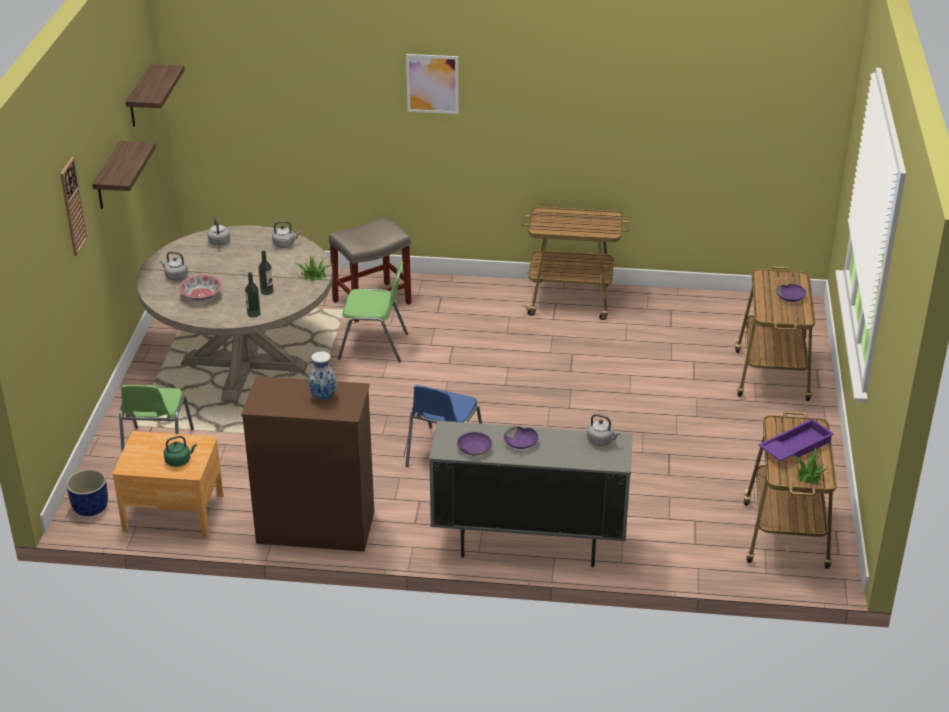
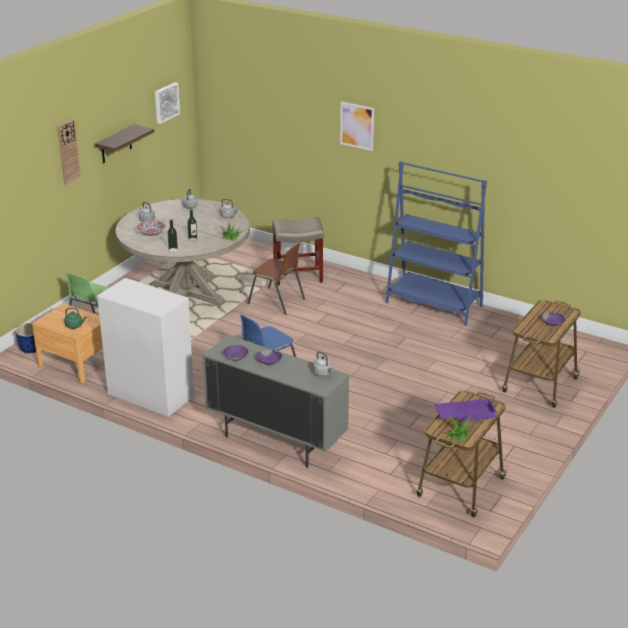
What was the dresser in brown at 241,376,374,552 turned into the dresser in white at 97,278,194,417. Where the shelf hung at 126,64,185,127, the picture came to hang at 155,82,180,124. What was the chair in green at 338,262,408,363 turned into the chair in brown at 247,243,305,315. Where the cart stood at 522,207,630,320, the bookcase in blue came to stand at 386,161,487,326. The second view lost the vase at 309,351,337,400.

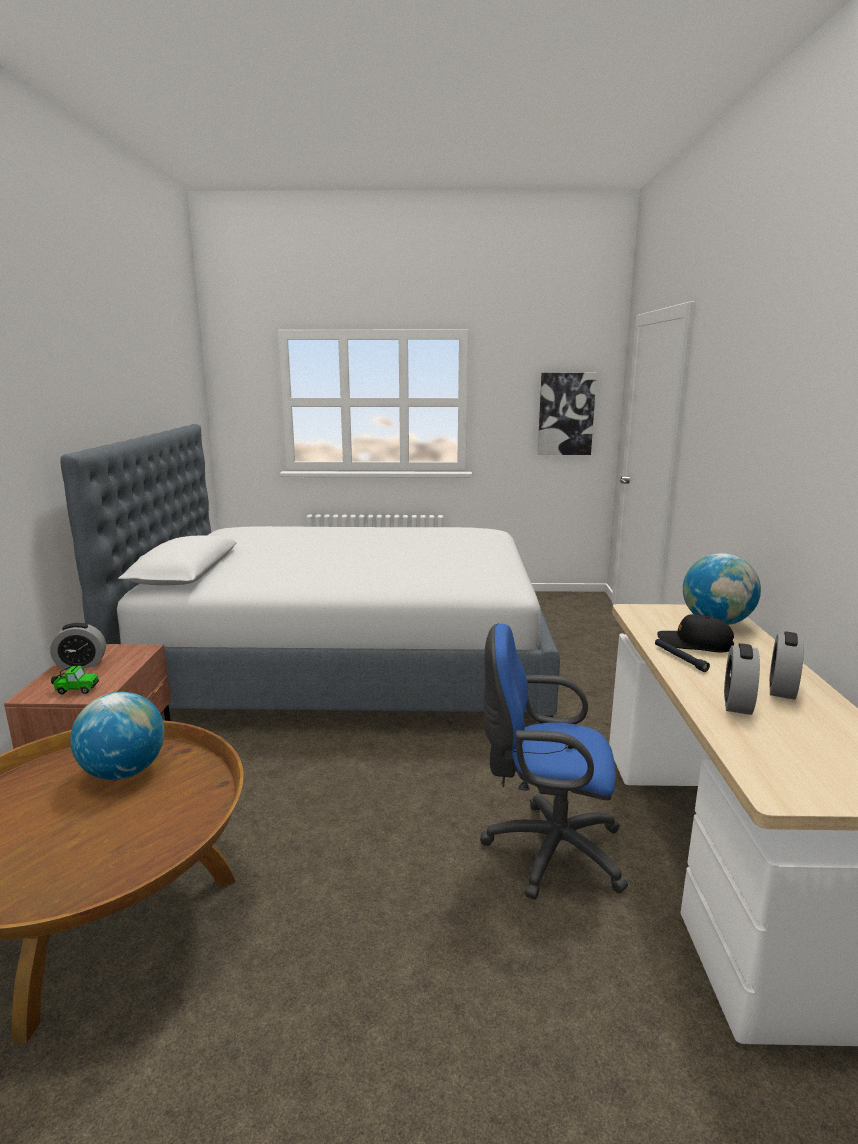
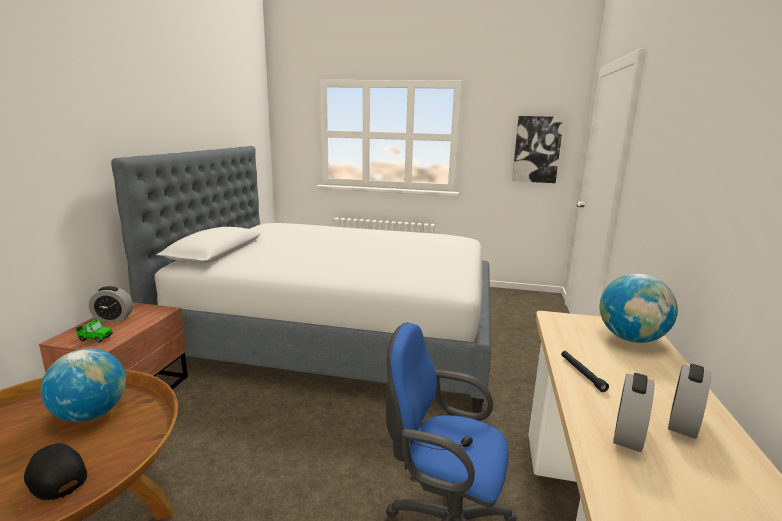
The cap in black ended up elsewhere, having gone from 657,614,734,652 to 24,443,87,500.

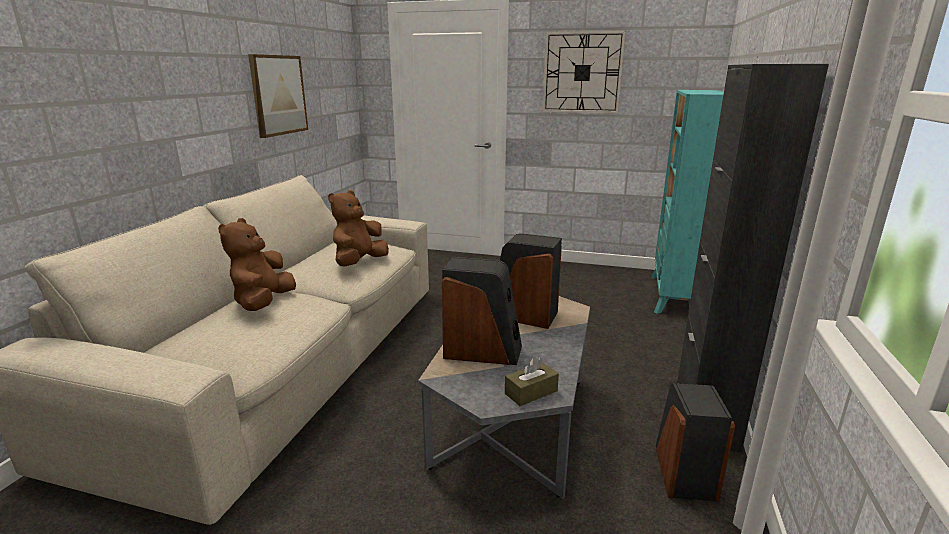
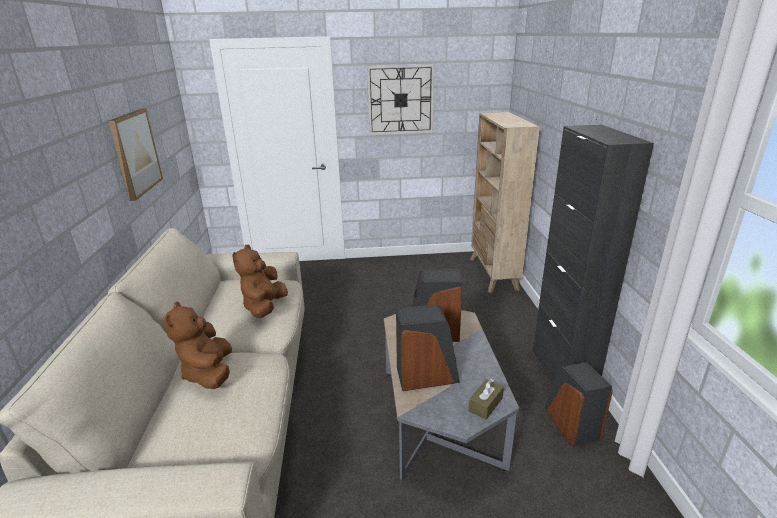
What was the bookcase in turquoise at 651,90,724,314 turned into the bookcase in beige at 470,112,540,293.

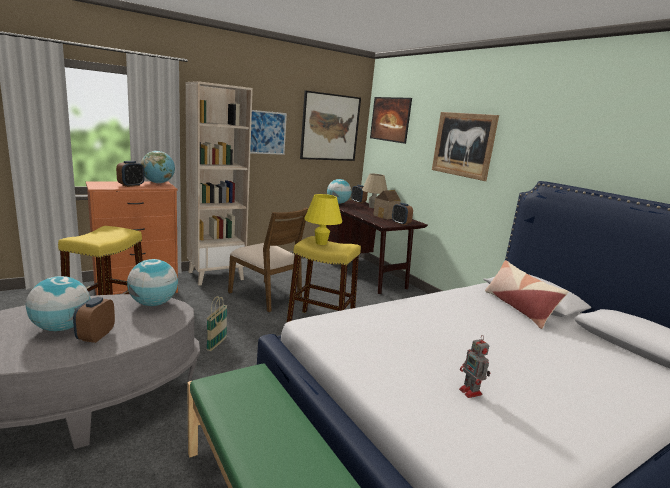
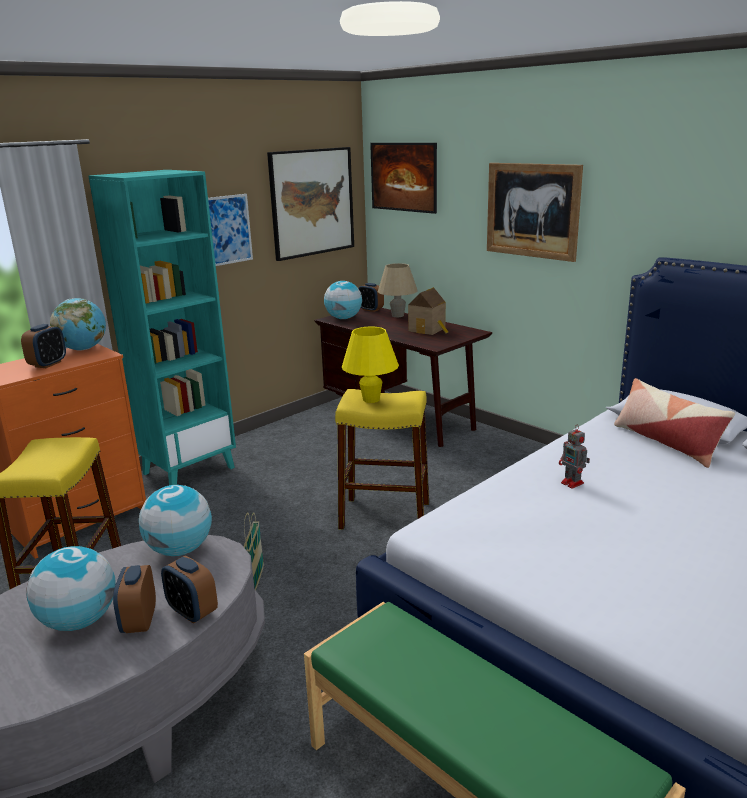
What was the bookcase in beige at 185,81,253,286 turned into the bookcase in turquoise at 89,170,236,485. The alarm clock ended up elsewhere, having gone from 392,203,413,225 to 161,556,218,624. The toy robot ended up elsewhere, having gone from 459,335,490,398 to 559,426,590,489. The second view lost the chair in brown at 228,208,308,312.

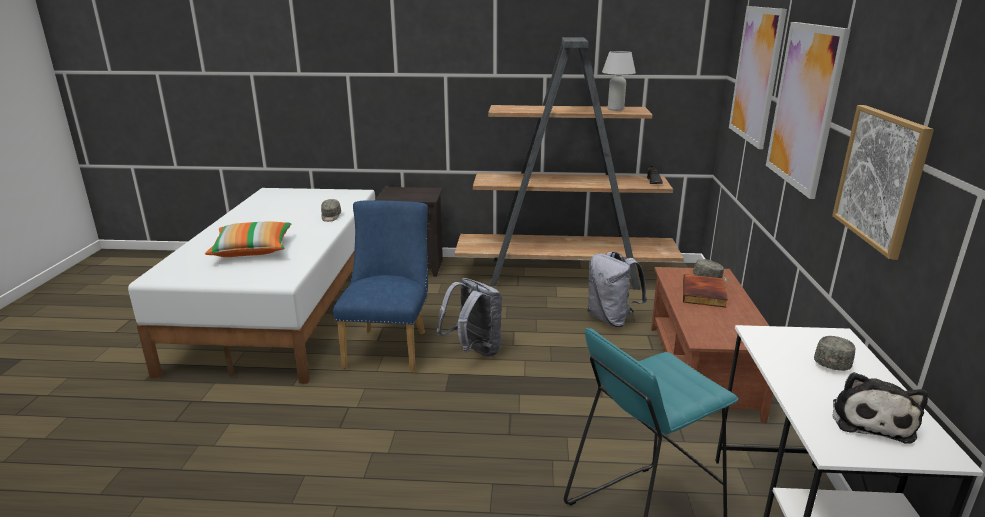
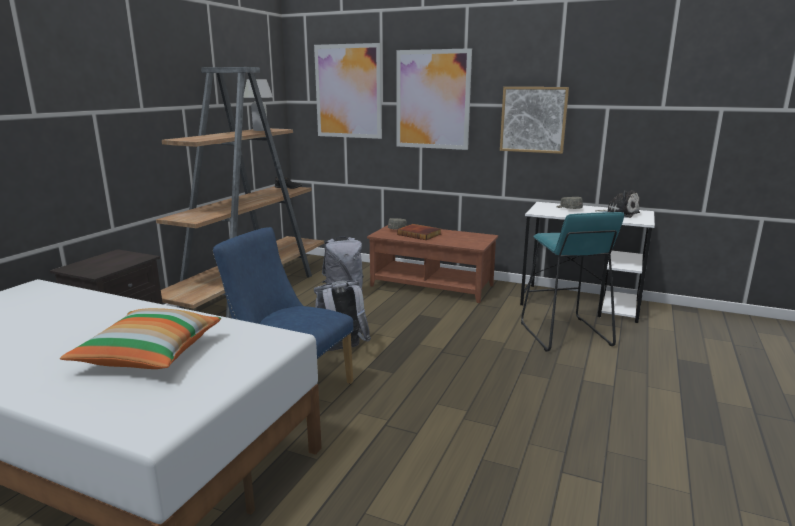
The second view lost the cap in grey at 321,199,341,222.

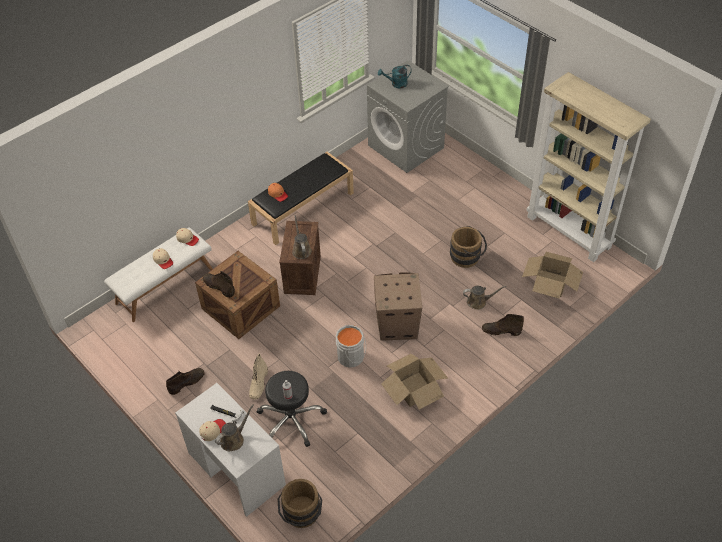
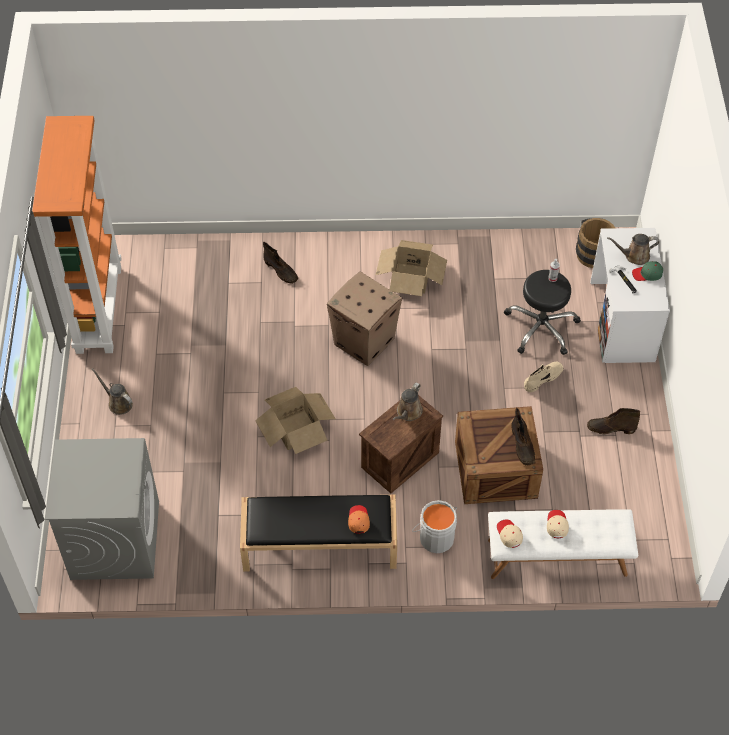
What was the bookcase in beige at 526,72,651,262 turned into the bookcase in orange at 32,116,122,354. The watering can in brown ended up elsewhere, having gone from 463,286,506,310 to 92,368,133,415. The cardboard box ended up elsewhere, having gone from 522,252,583,298 to 255,387,336,454. The bucket in grey ended up elsewhere, having gone from 336,325,366,368 to 412,500,457,553. What was the cap in beige at 199,419,226,441 turned into the cap in green at 632,261,663,281. The second view lost the watering can in turquoise at 378,65,412,88. The second view lost the bucket in brown at 450,226,487,268.

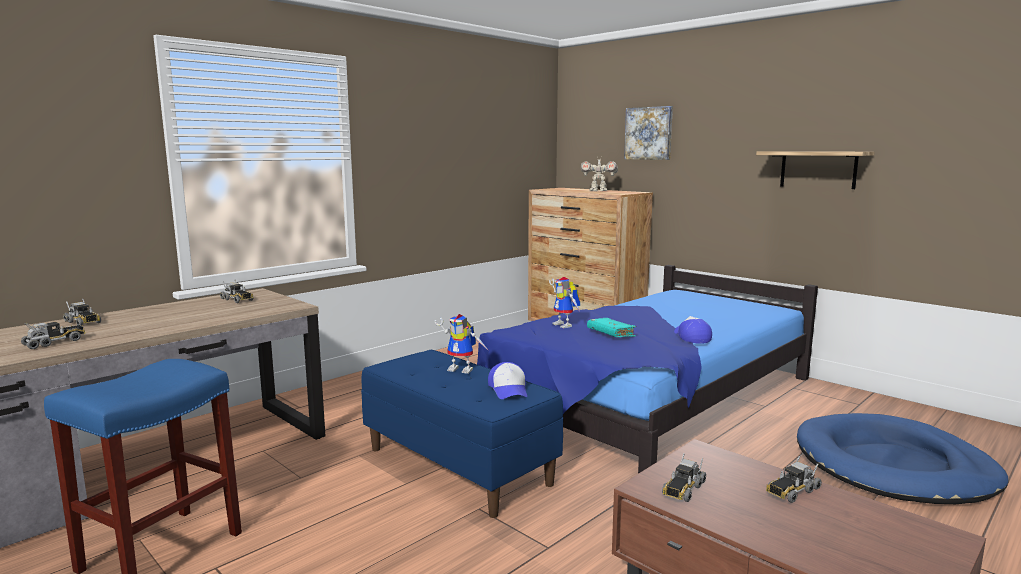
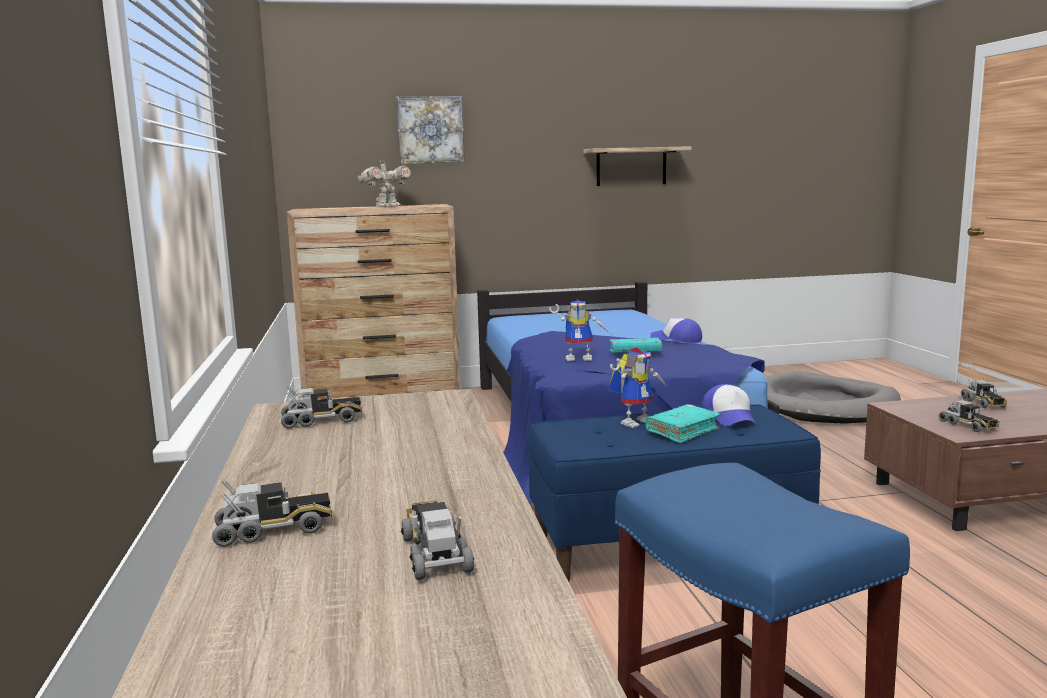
The second view gained the book in turquoise at 645,404,721,443. The cap at 488,362,527,399 ended up facing another way, 60 degrees clockwise from before. What was the dog bed in blue at 797,413,1008,504 turned into the dog bed in grey at 766,371,901,424.

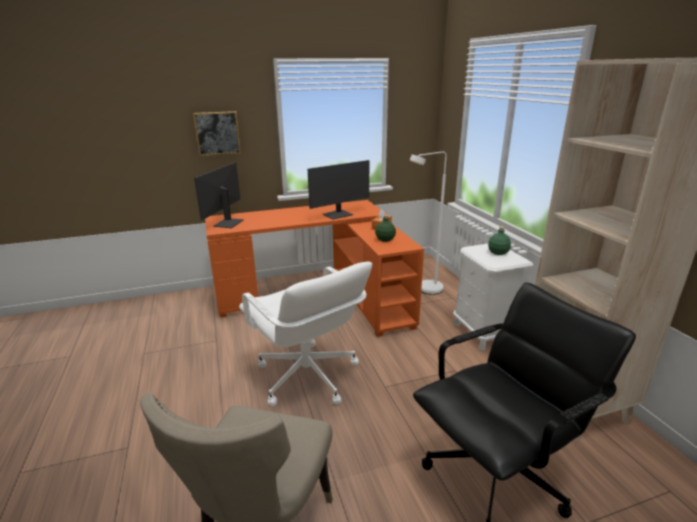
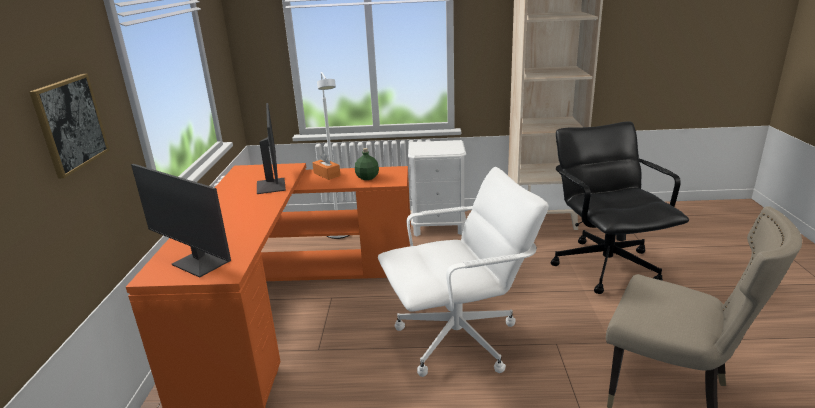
The second view lost the bottle in green at 488,226,511,255.

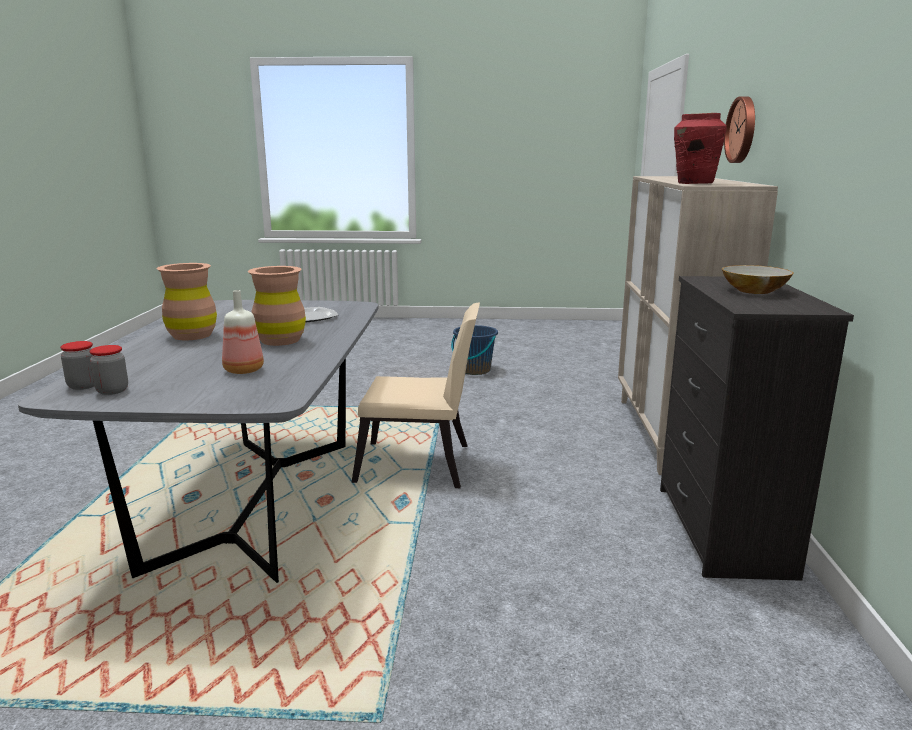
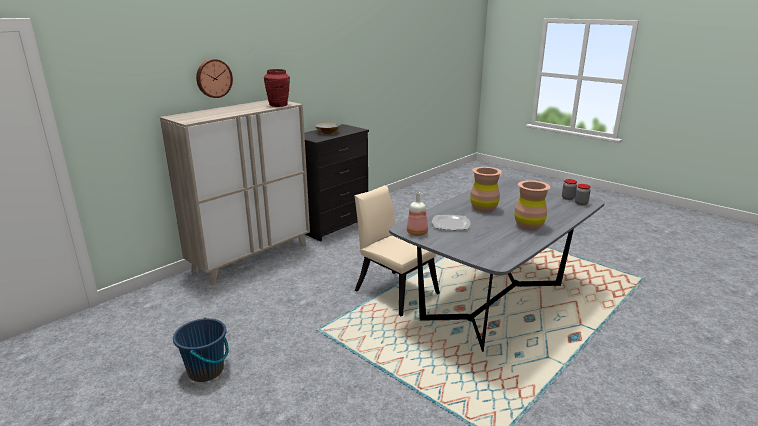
The bottle ended up elsewhere, having gone from 222,290,264,374 to 407,192,428,236.

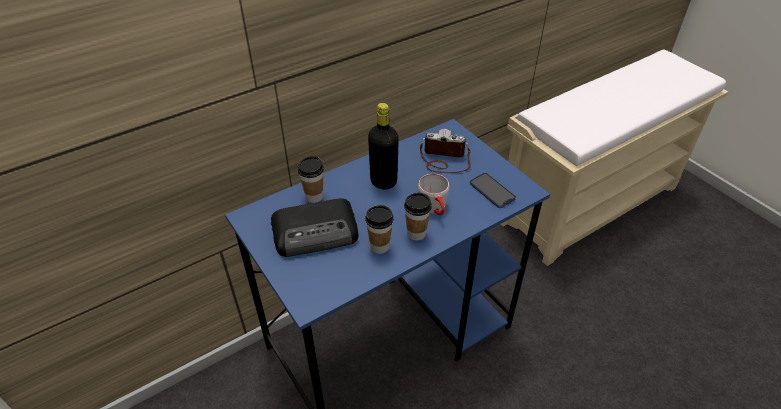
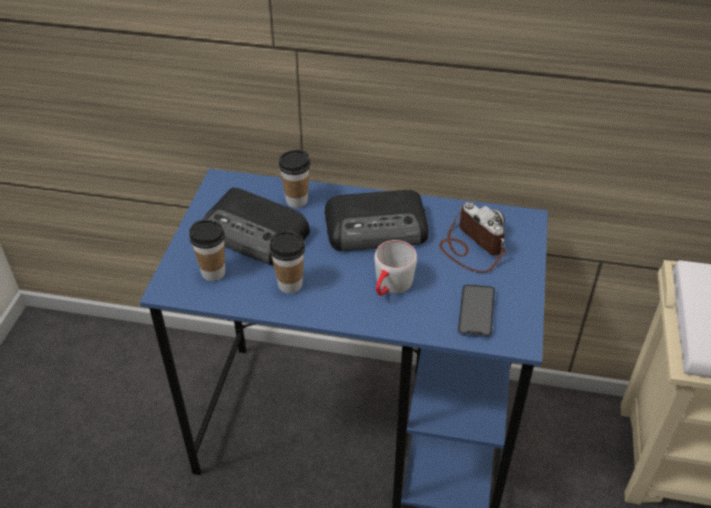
The cup ended up elsewhere, having gone from 404,193,432,241 to 189,220,225,281. Where the bottle in black stood at 368,103,399,189, the radio came to stand at 325,190,428,251.

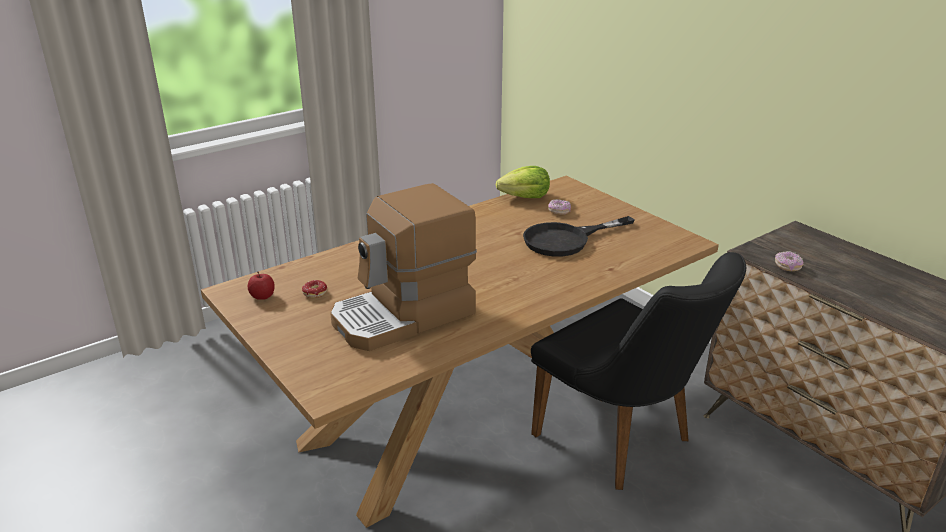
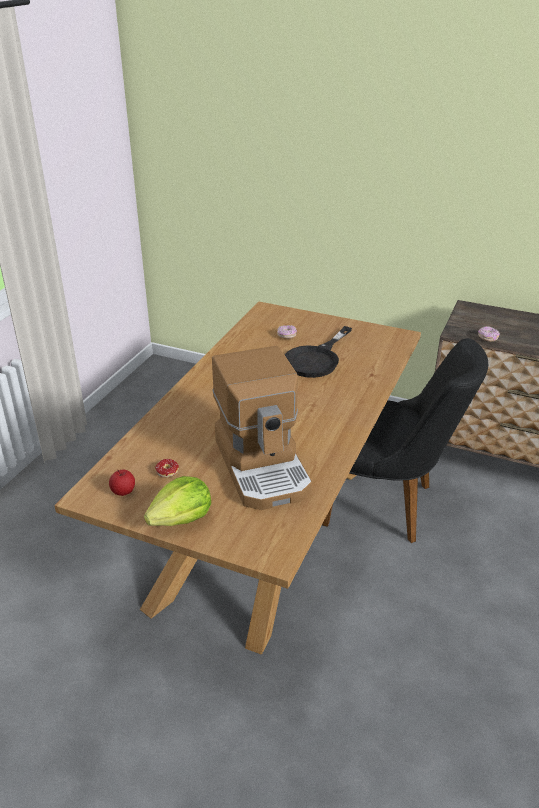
The lettuce ended up elsewhere, having gone from 496,166,550,198 to 144,476,211,526. The coffee machine at 330,183,477,351 ended up facing another way, 45 degrees counterclockwise from before.

